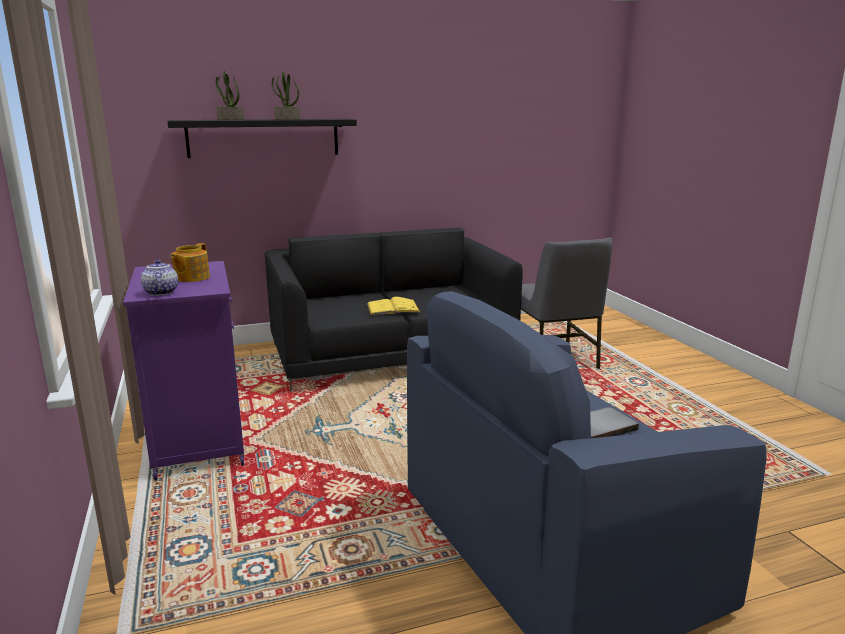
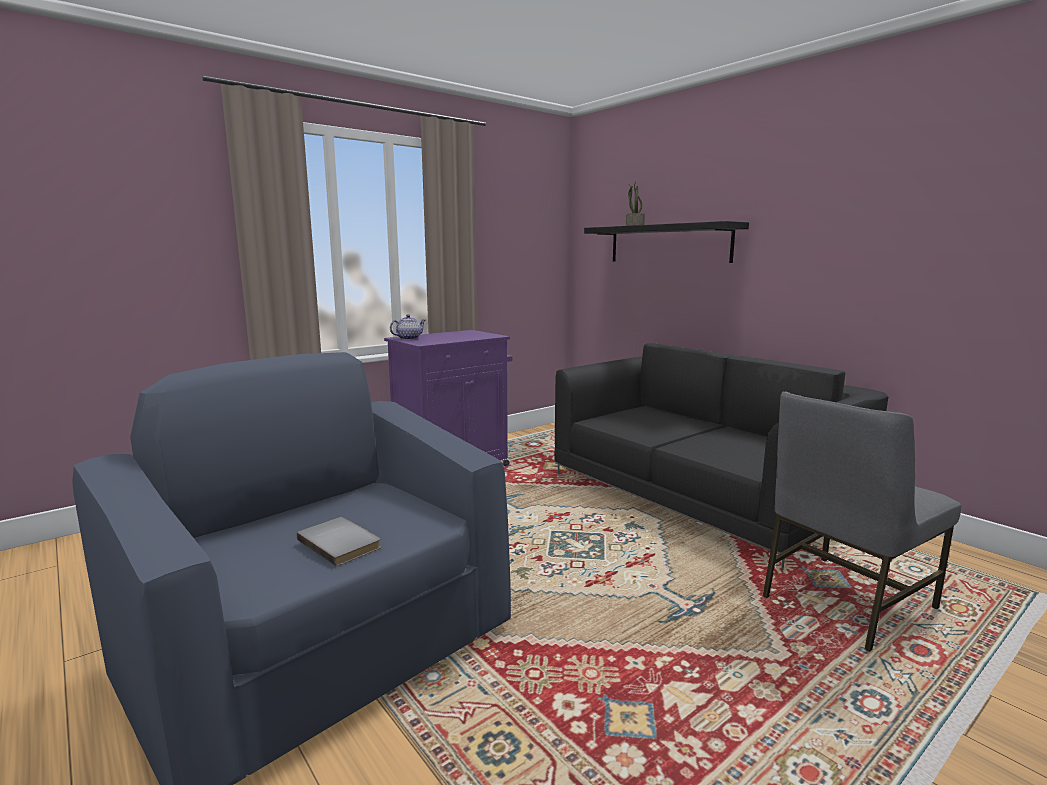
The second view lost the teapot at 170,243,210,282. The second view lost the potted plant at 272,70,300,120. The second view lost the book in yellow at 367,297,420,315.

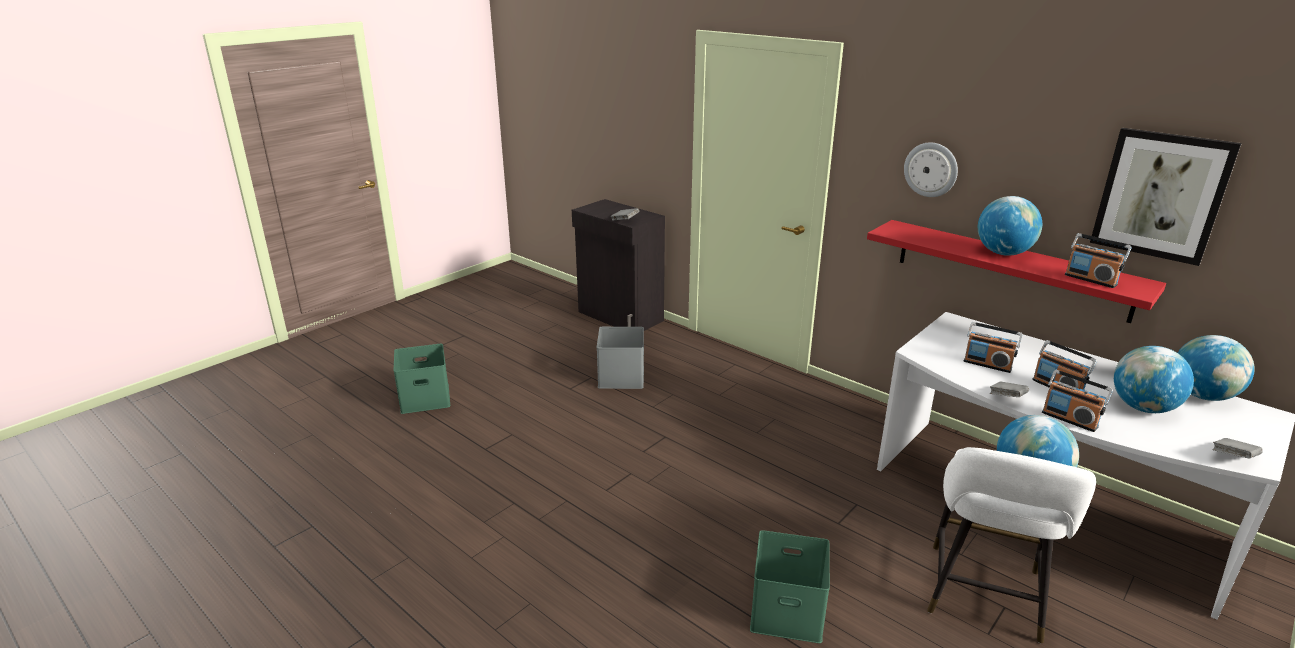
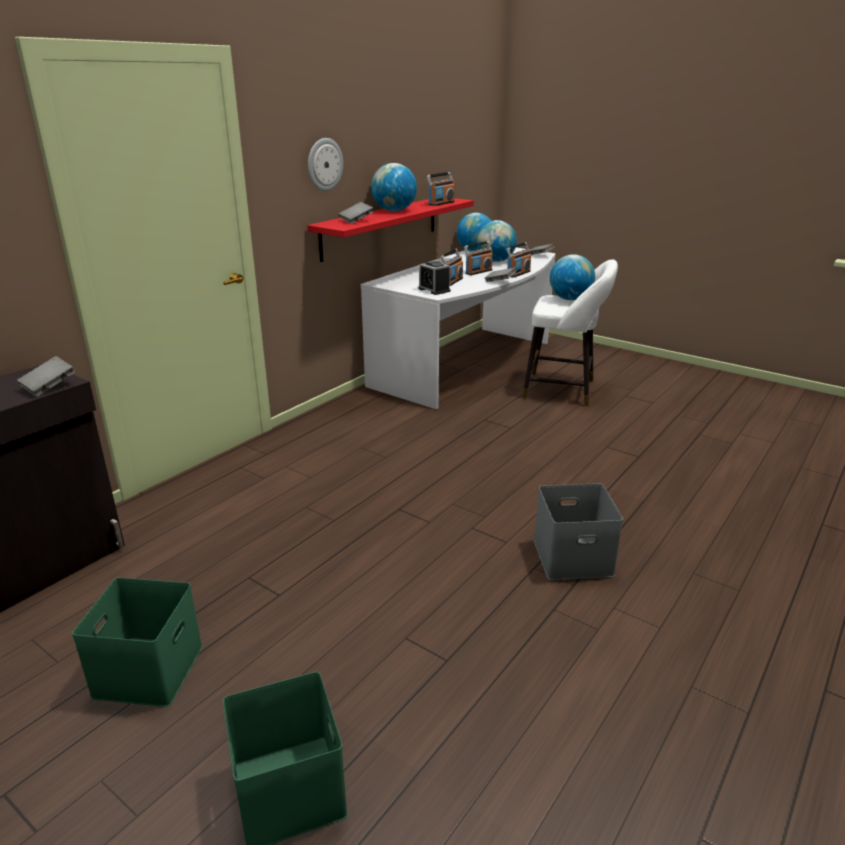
The storage box in green ended up elsewhere, having gone from 750,530,830,643 to 72,578,203,707. The second view gained the book in grey at 338,202,373,224. The second view gained the alarm clock at 418,261,450,295. The storage box in grey ended up elsewhere, having gone from 597,327,644,389 to 534,483,623,580. The second view lost the picture at 1090,128,1242,266.

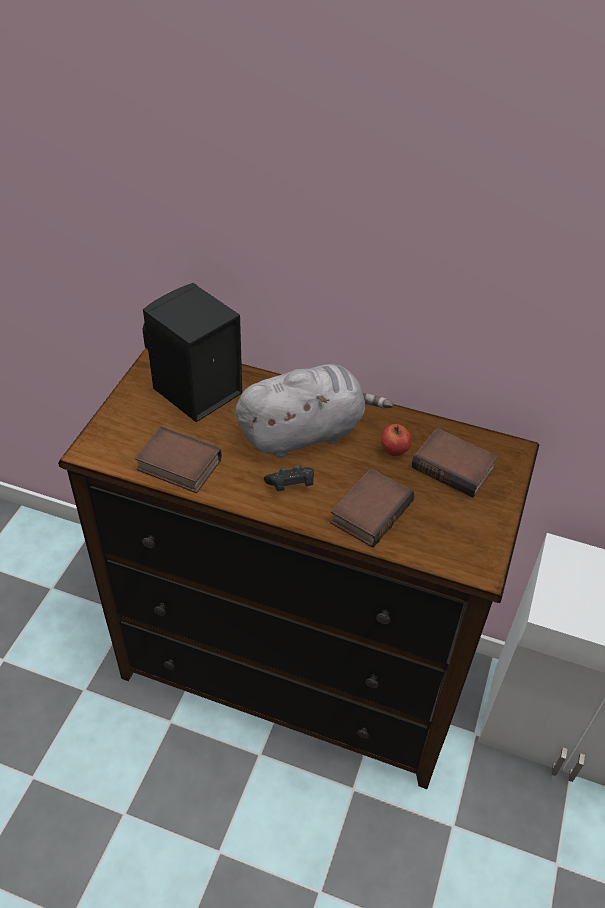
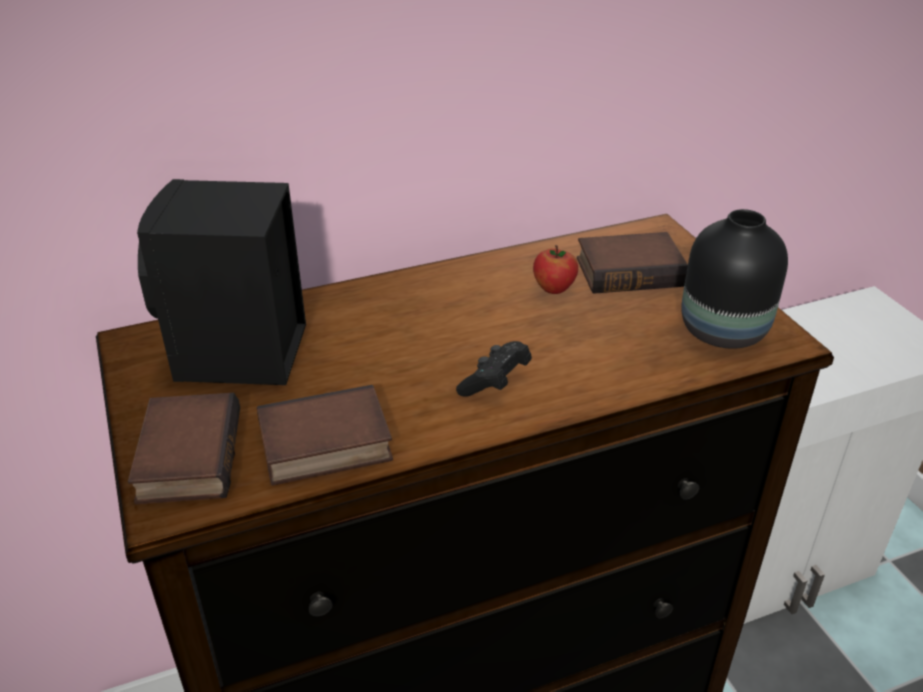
The book ended up elsewhere, having gone from 330,468,414,548 to 128,393,240,504. The second view gained the vase in black at 681,209,788,349. The second view lost the plush toy in grey at 236,364,393,458.

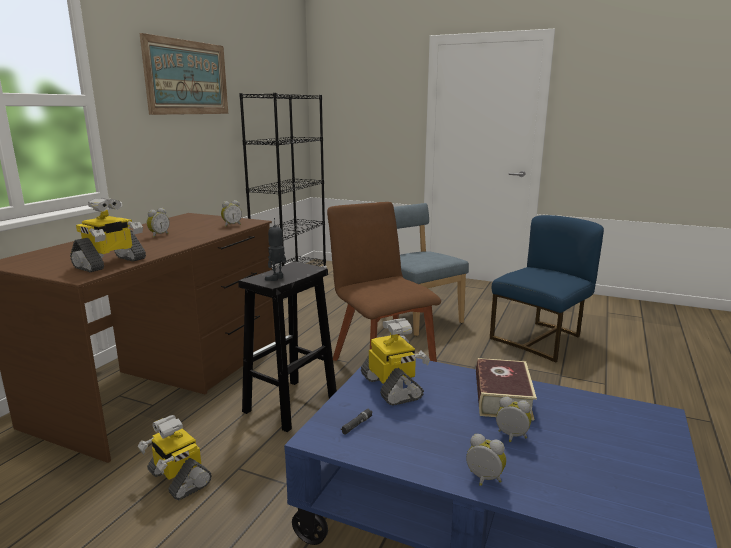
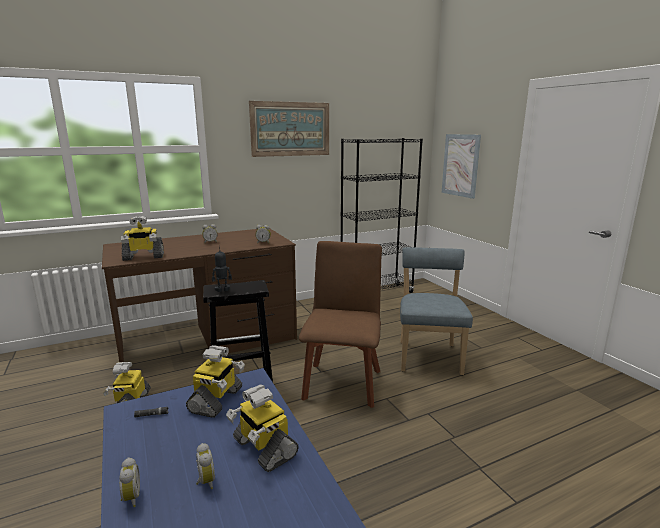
Where the book stood at 476,358,537,420, the toy robot came to stand at 226,384,299,472. The second view gained the picture at 442,134,481,199. The second view lost the chair in blue at 490,215,604,362.

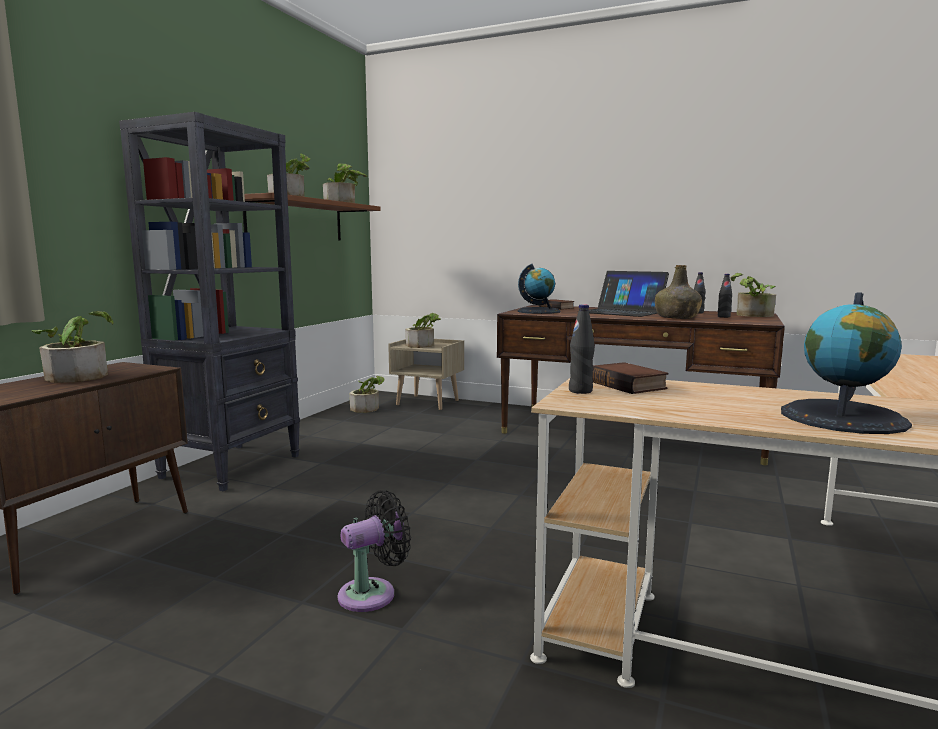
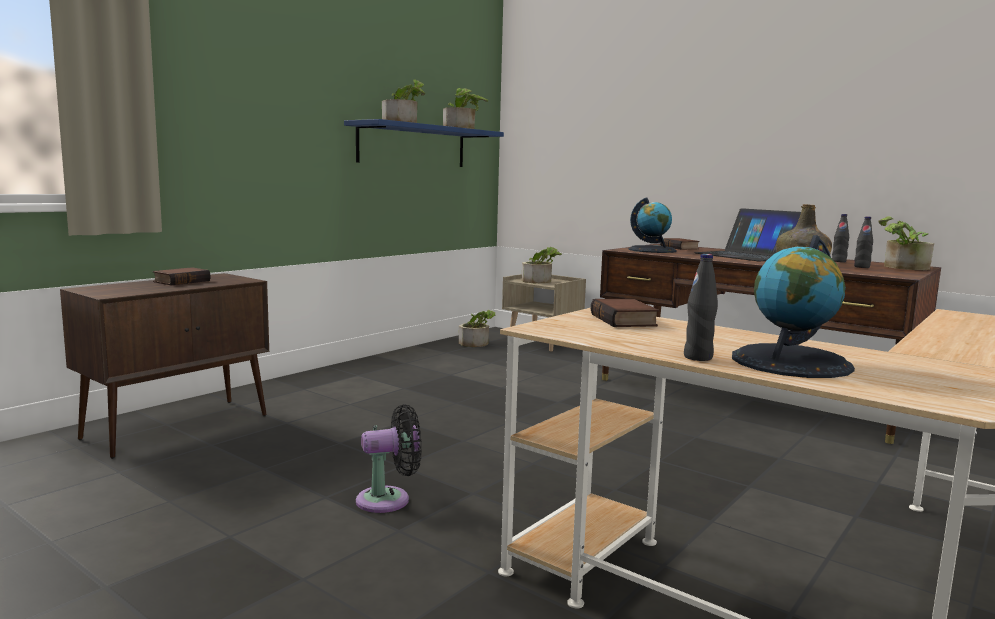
Where the potted plant stood at 32,311,113,383, the book came to stand at 153,267,211,285. What was the shelf in brown at 243,193,381,241 turned into the shelf in blue at 344,119,504,167. The bottle in black ended up elsewhere, having gone from 569,304,595,394 to 684,254,718,361. The second view lost the bookcase in black at 119,112,300,492.

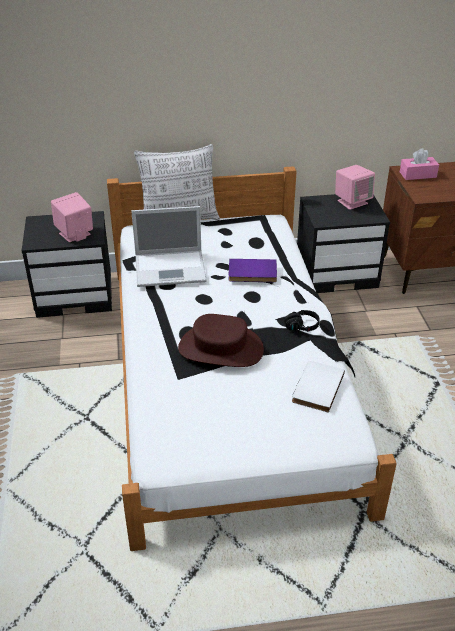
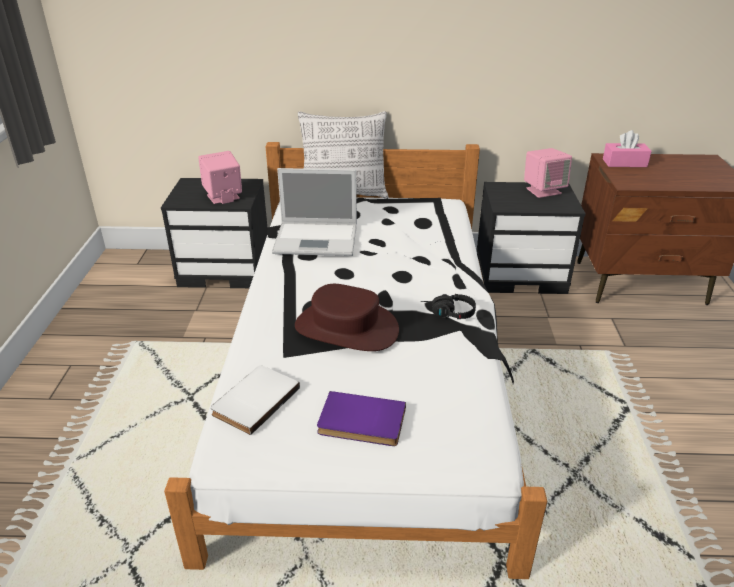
The book in white ended up elsewhere, having gone from 292,361,345,413 to 211,365,300,435. The book in purple ended up elsewhere, having gone from 229,259,277,282 to 317,391,406,446.

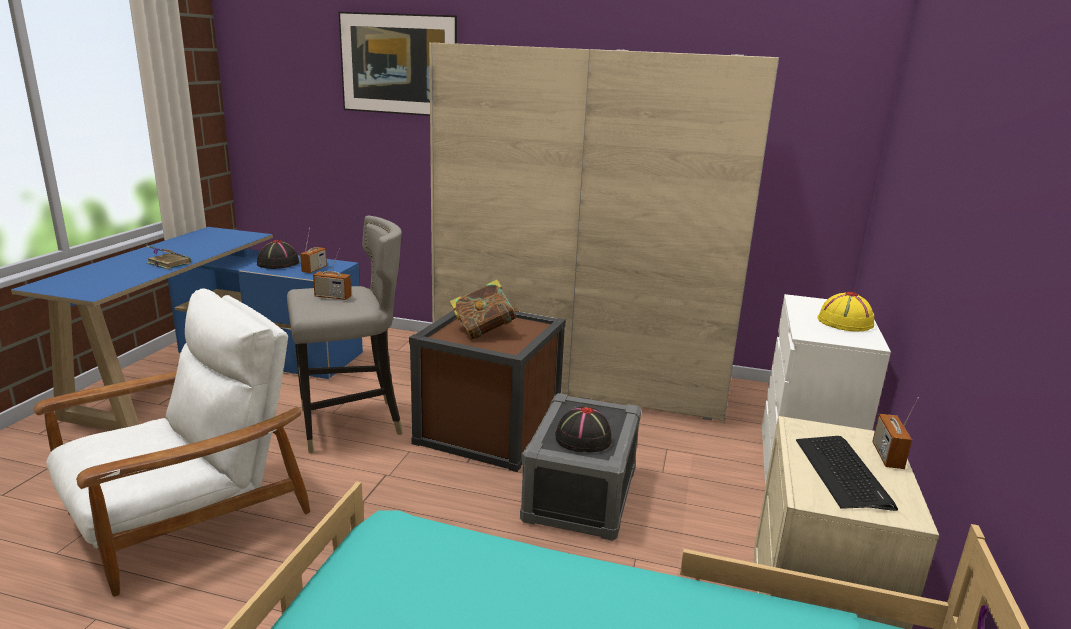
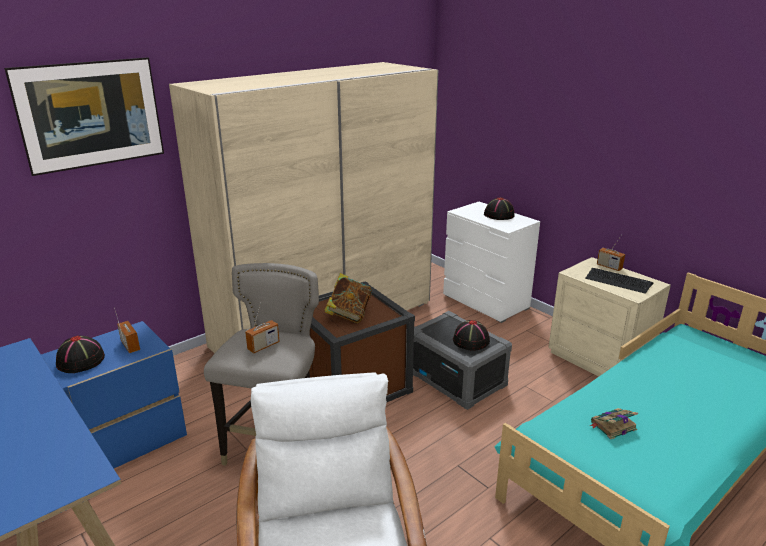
What was the hat in yellow at 817,292,874,332 turned into the hat in black at 484,197,515,220. The book ended up elsewhere, having gone from 147,246,191,270 to 589,408,638,439.

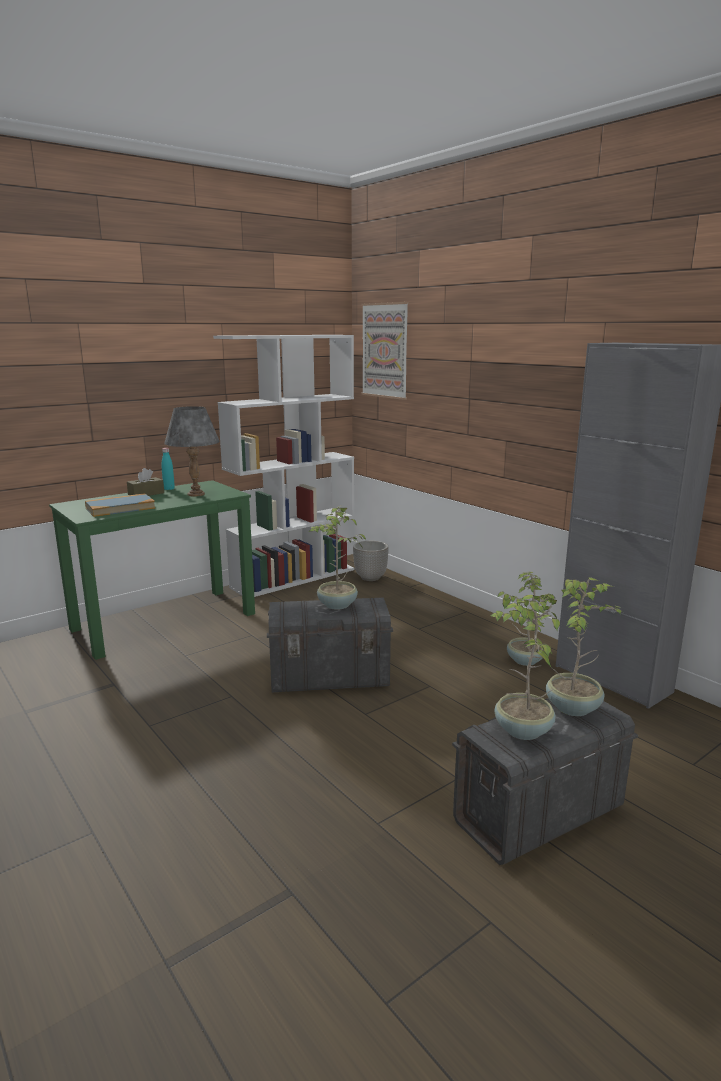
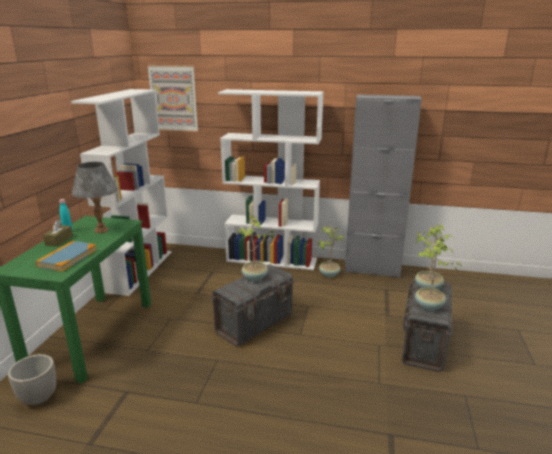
The planter ended up elsewhere, having gone from 353,541,389,581 to 8,354,56,406. The second view gained the bookcase in white at 218,89,324,270.

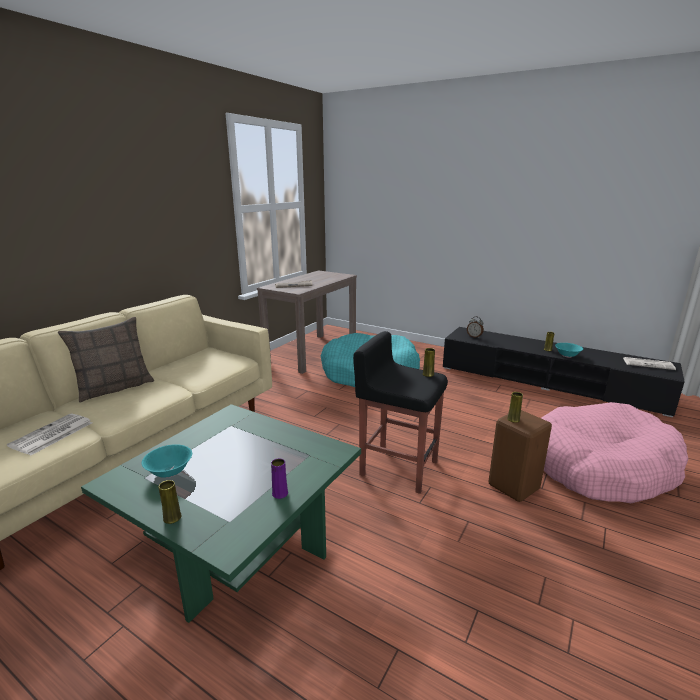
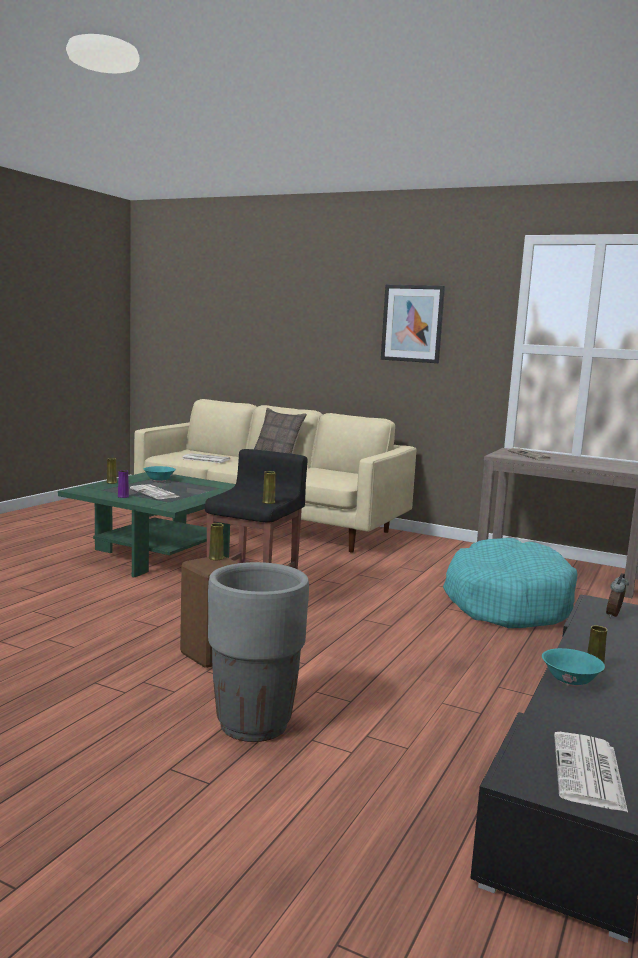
The second view gained the newspaper at 130,484,179,499. Where the dog bed in pink stood at 541,402,688,503, the planter in grey came to stand at 208,562,309,742. The second view gained the picture at 381,285,445,363.

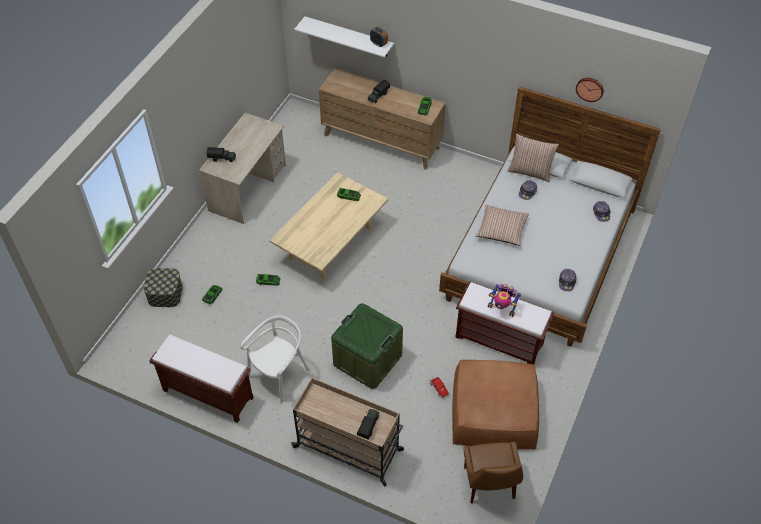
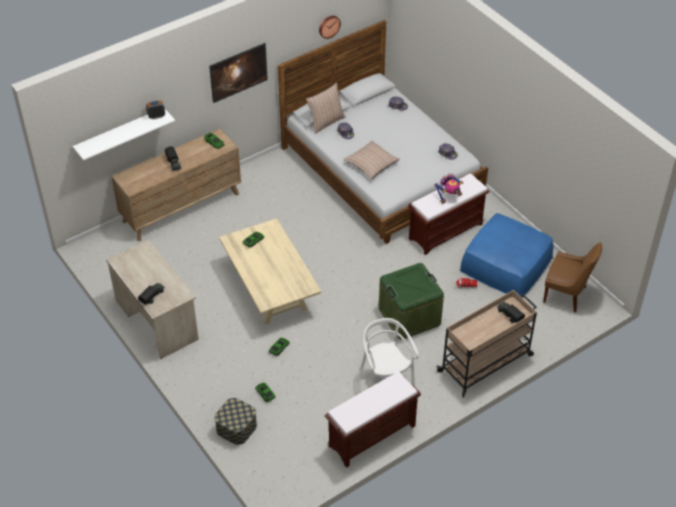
The second view gained the picture at 209,43,268,103. What was the ottoman in brown at 452,360,539,450 turned into the ottoman in blue at 460,213,553,298.

